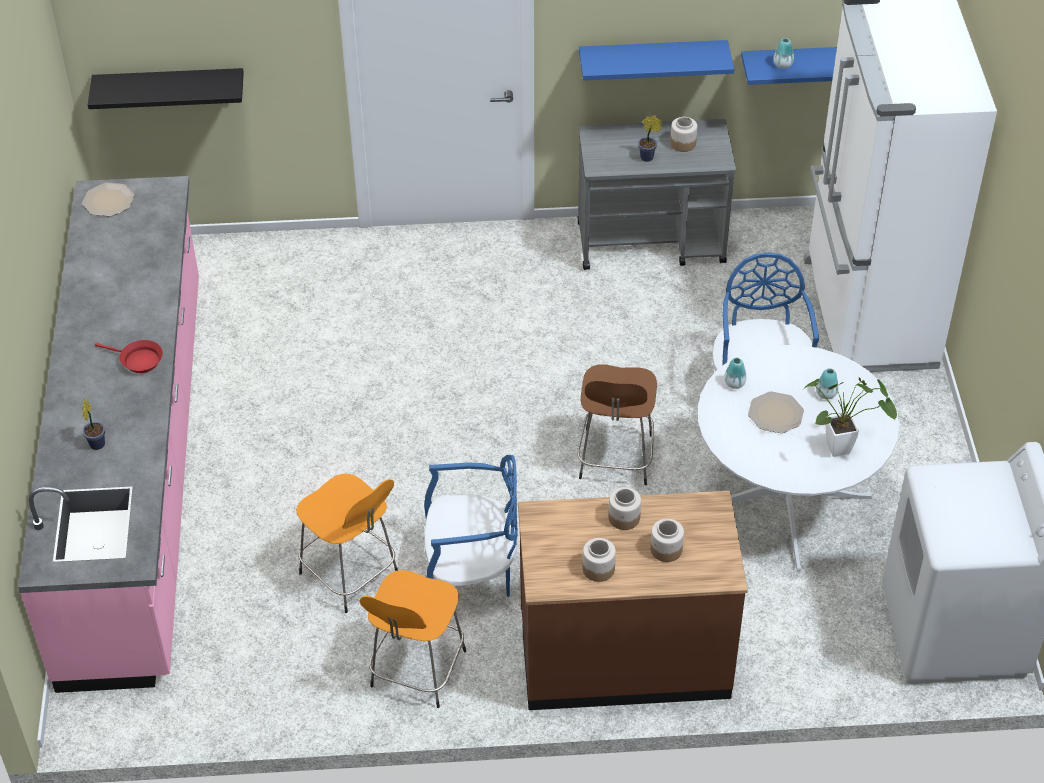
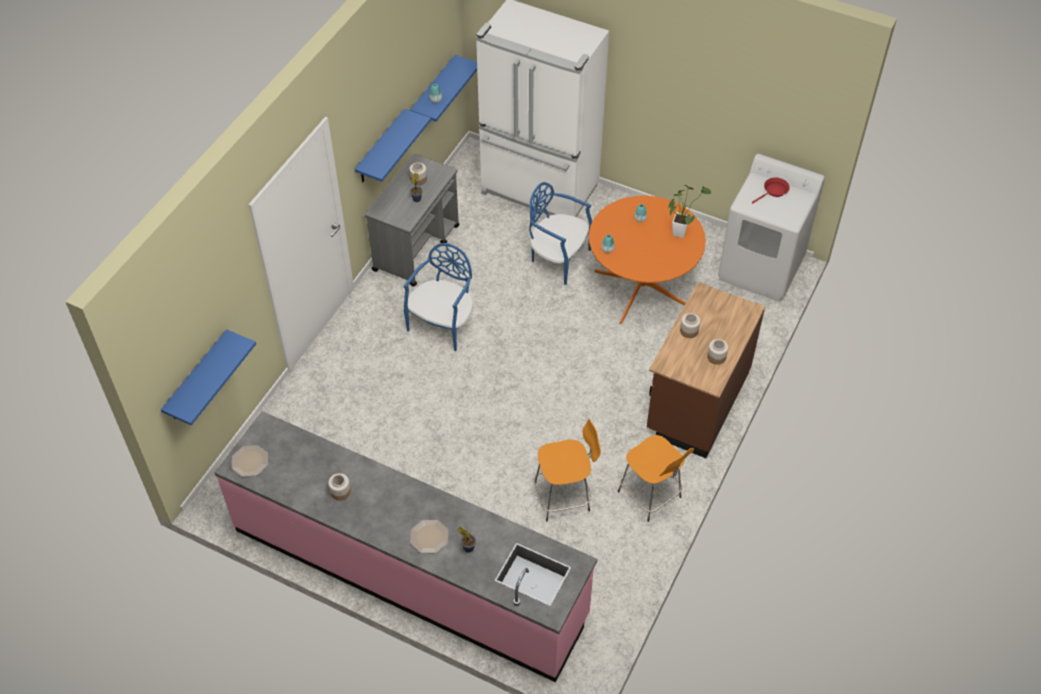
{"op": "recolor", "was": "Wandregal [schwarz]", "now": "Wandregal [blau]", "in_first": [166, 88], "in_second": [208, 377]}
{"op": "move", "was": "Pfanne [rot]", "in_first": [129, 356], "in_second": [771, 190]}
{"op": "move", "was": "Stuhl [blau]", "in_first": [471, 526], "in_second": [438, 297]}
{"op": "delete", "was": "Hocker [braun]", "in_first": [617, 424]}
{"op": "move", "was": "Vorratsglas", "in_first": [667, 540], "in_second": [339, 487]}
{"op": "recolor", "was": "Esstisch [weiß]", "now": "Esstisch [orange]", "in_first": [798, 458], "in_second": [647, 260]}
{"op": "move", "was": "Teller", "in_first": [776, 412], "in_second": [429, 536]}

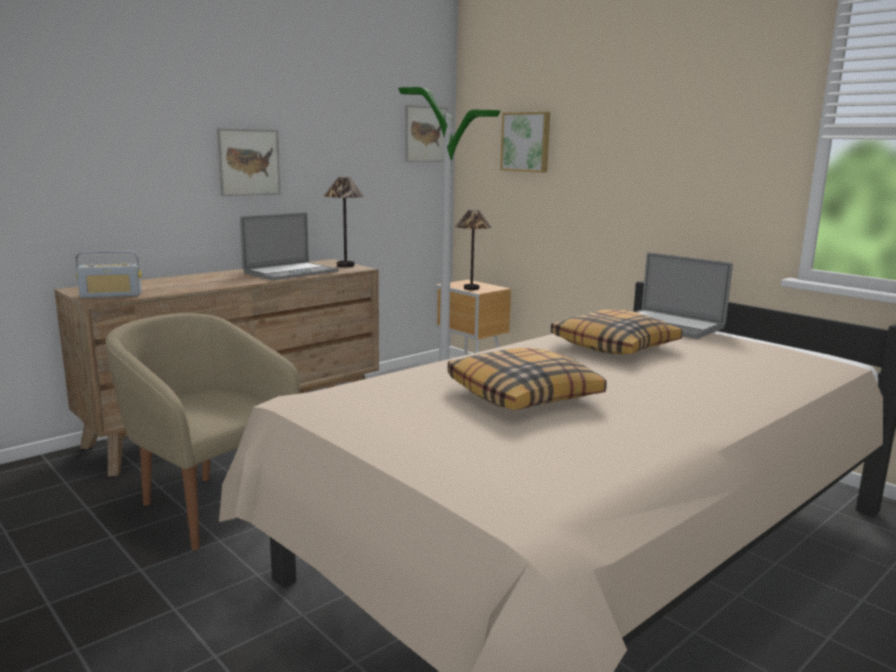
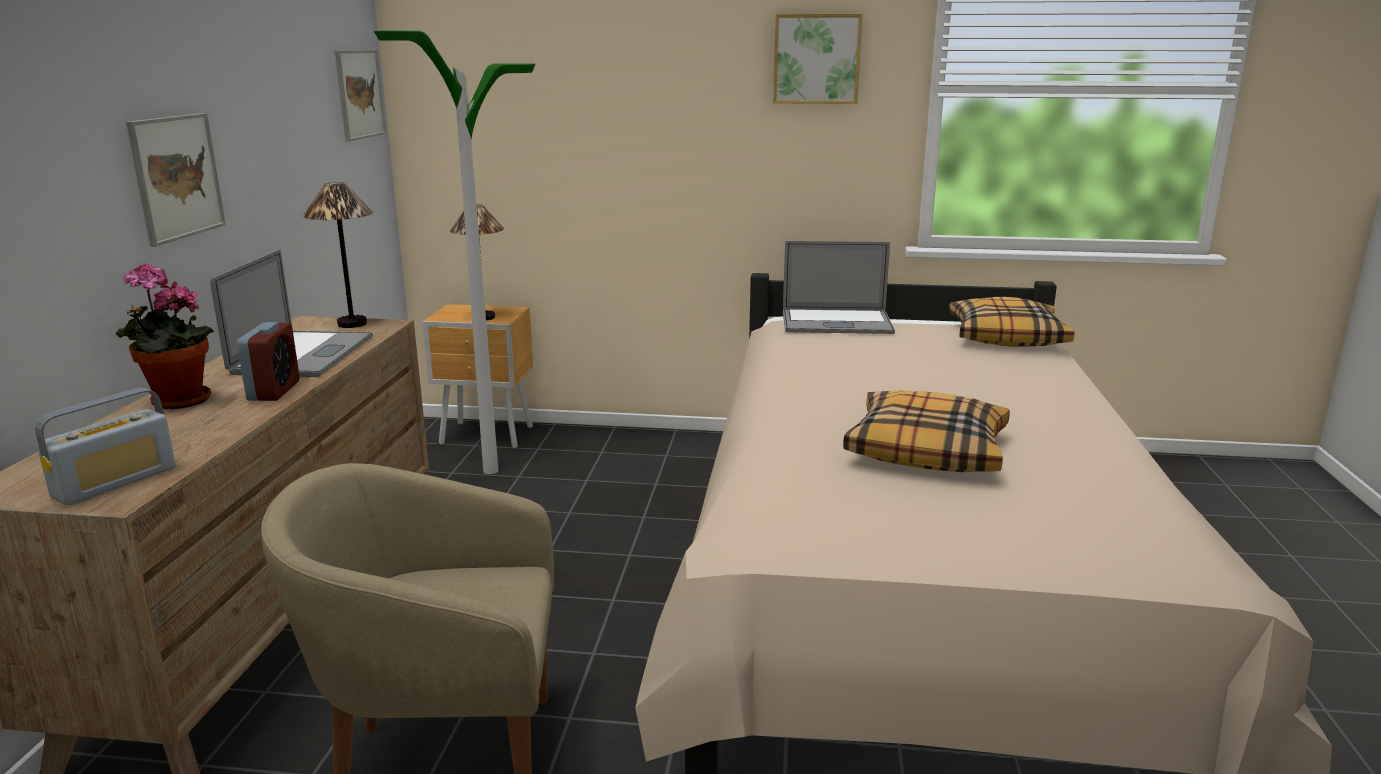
{"op": "move", "was": "Bild", "in_first": [525, 142], "in_second": [818, 59]}
{"op": "move", "was": "Kissen", "in_first": [617, 332], "in_second": [1012, 322]}
{"op": "insert", "now": "Topfpflanze", "in_second": [165, 336]}
{"op": "insert", "now": "Wecker", "in_second": [268, 361]}

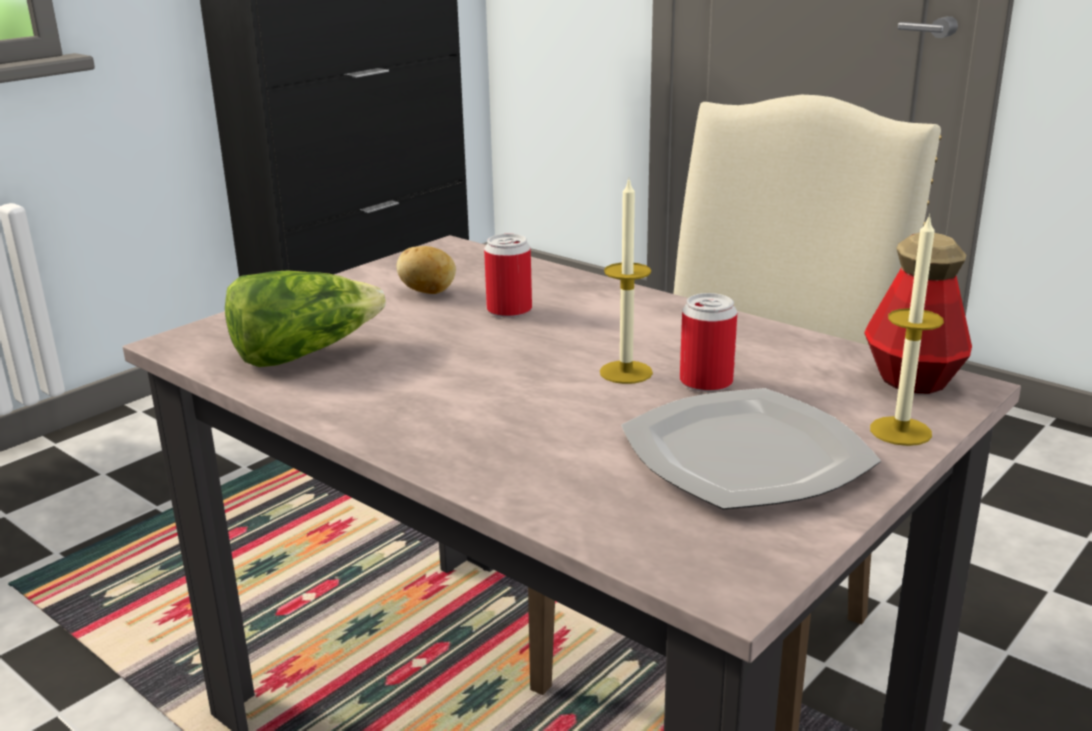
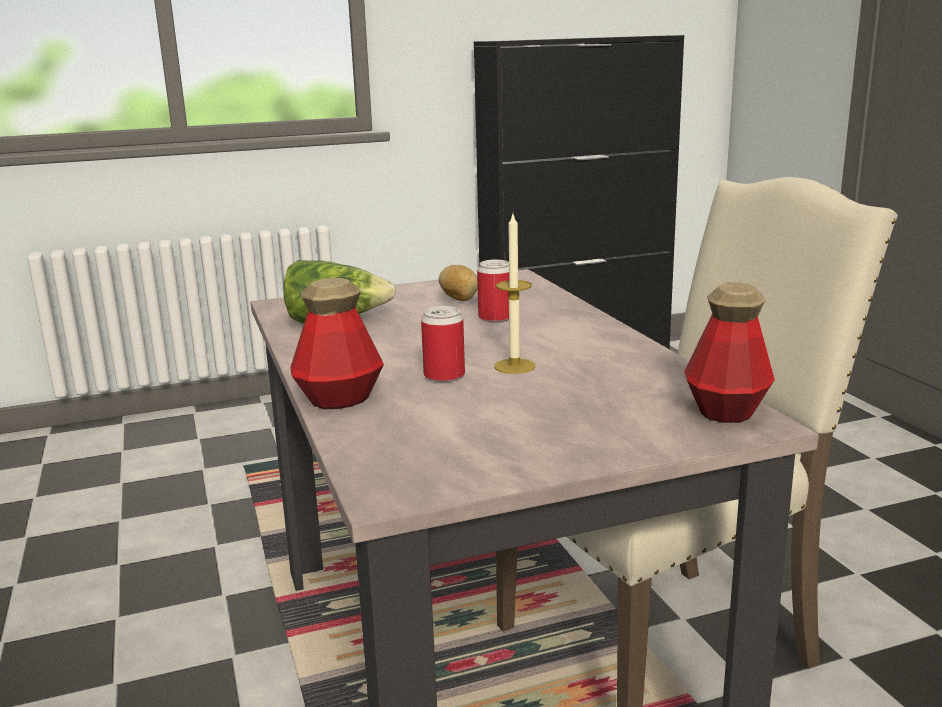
{"op": "delete", "was": "Teller", "in_first": [751, 449]}
{"op": "move", "was": "Dose", "in_first": [708, 342], "in_second": [443, 344]}
{"op": "delete", "was": "Kerze", "in_first": [907, 330]}
{"op": "insert", "now": "Flasche", "in_second": [337, 343]}

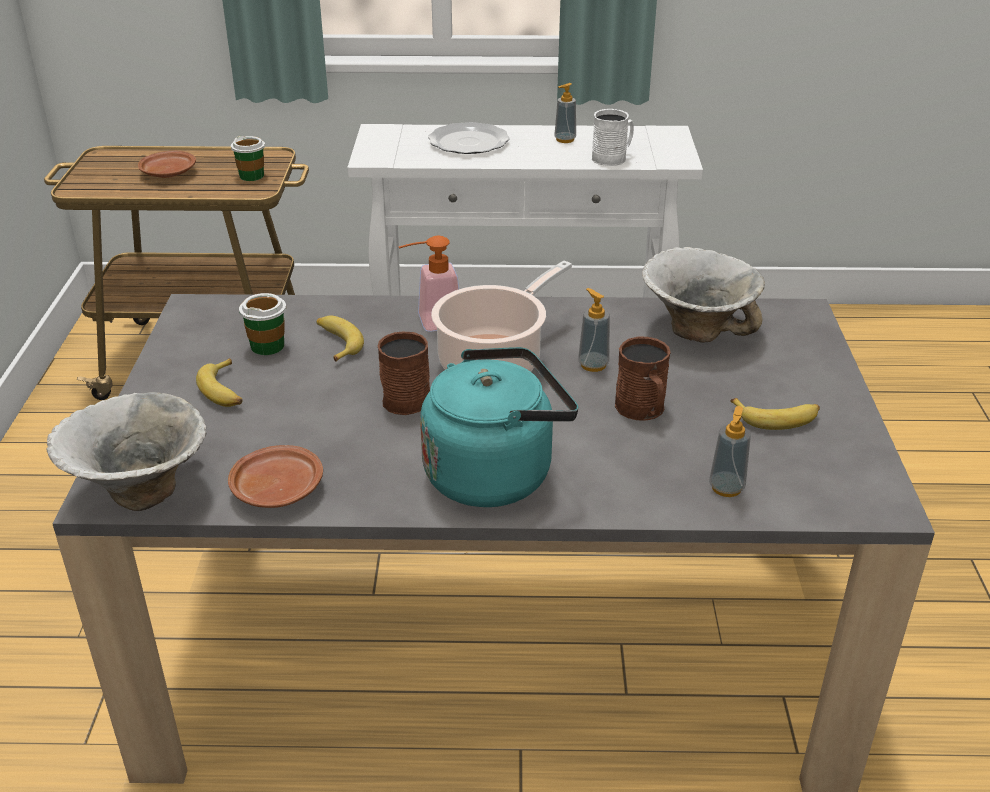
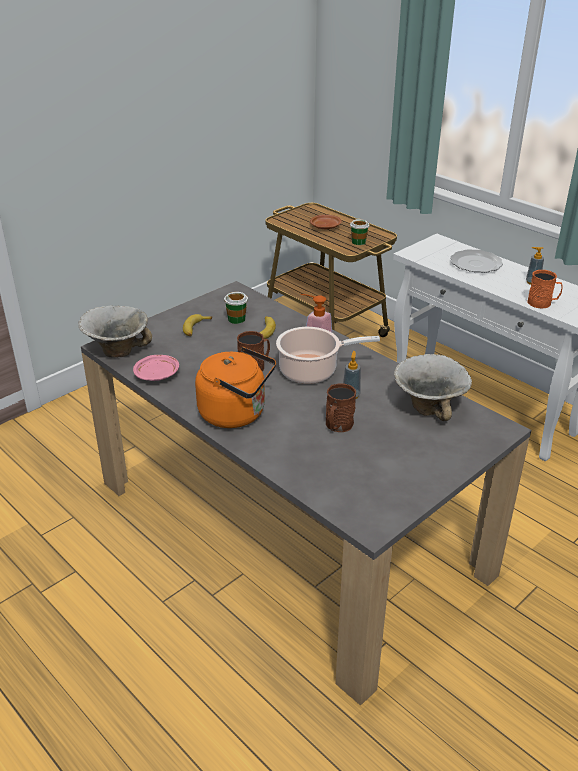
{"op": "recolor", "was": "Teller [braun]", "now": "Teller [rosa]", "in_first": [275, 476], "in_second": [156, 368]}
{"op": "recolor", "was": "Wasserkessel [türkis]", "now": "Wasserkessel [orange]", "in_first": [499, 427], "in_second": [235, 387]}
{"op": "recolor", "was": "Henkelbecher [weiß]", "now": "Henkelbecher [orange]", "in_first": [613, 137], "in_second": [545, 289]}
{"op": "delete", "was": "Seifenspender", "in_first": [730, 451]}
{"op": "delete", "was": "Banane", "in_first": [775, 414]}

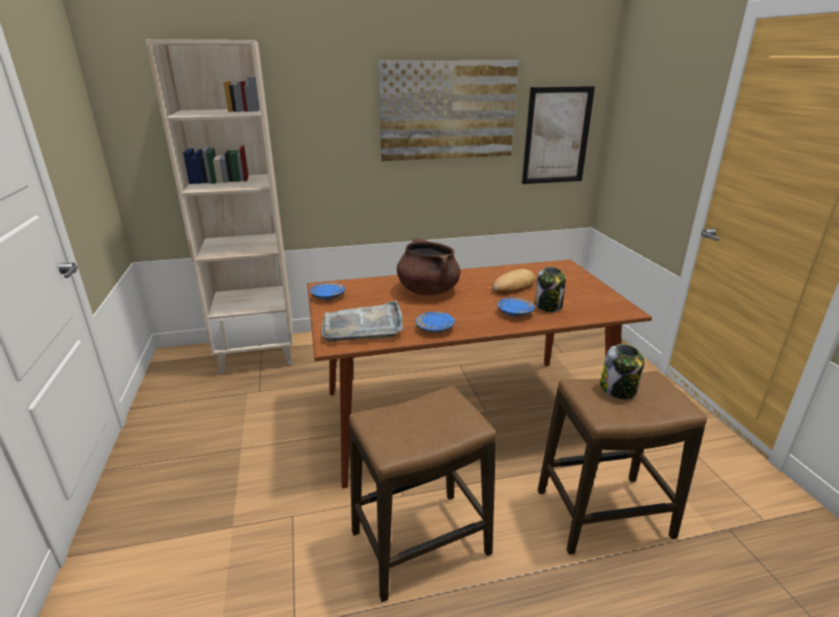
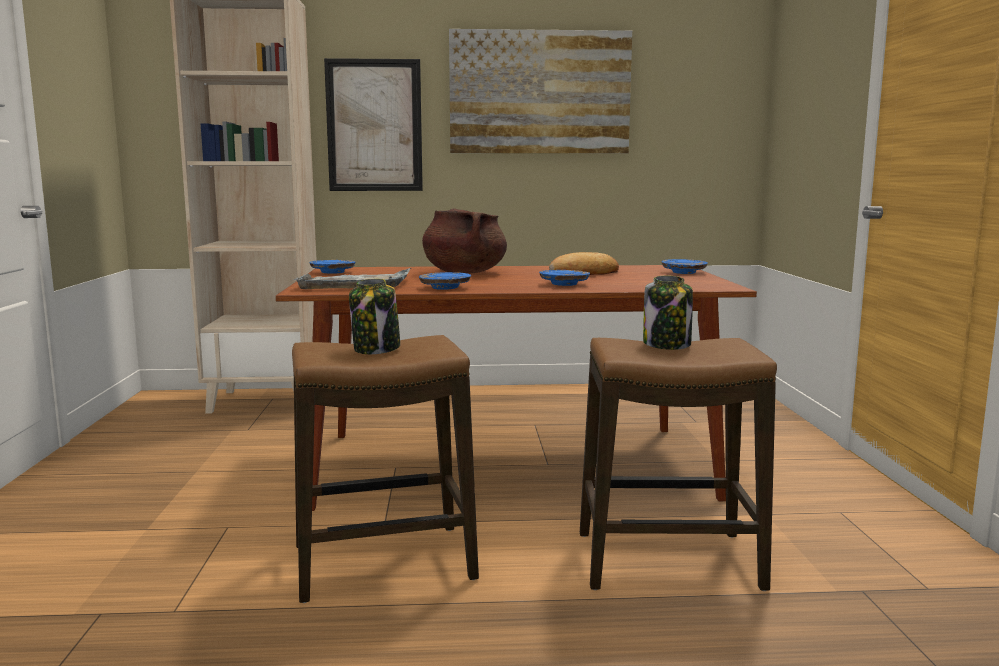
{"op": "move", "was": "Bild", "in_first": [558, 135], "in_second": [373, 124]}
{"op": "move", "was": "Vorratsglas", "in_first": [550, 289], "in_second": [374, 316]}
{"op": "insert", "now": "Teller [blau]", "in_second": [685, 266]}

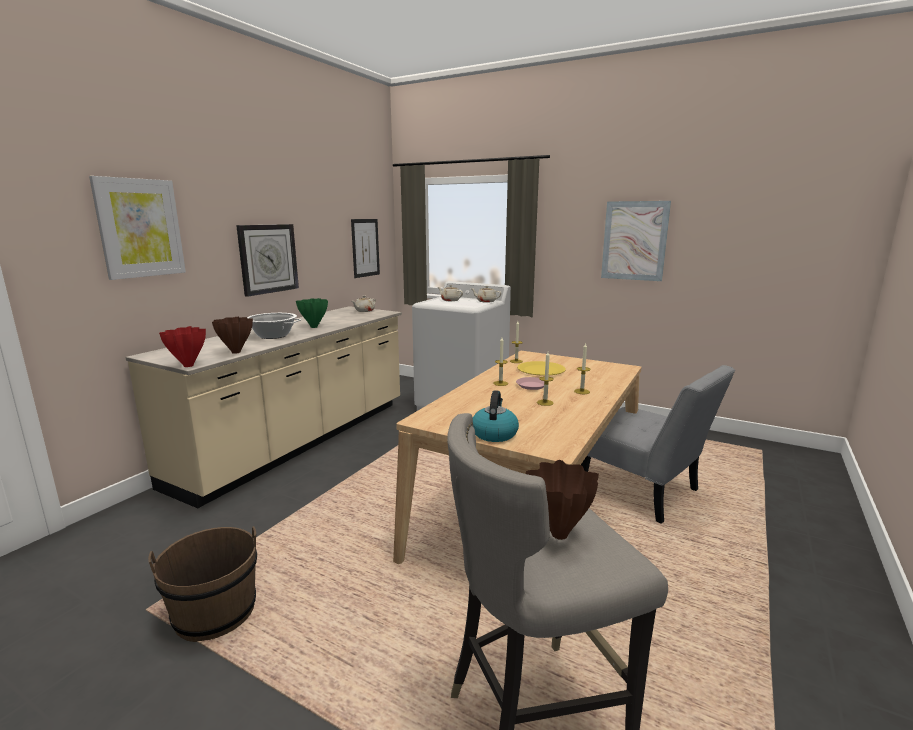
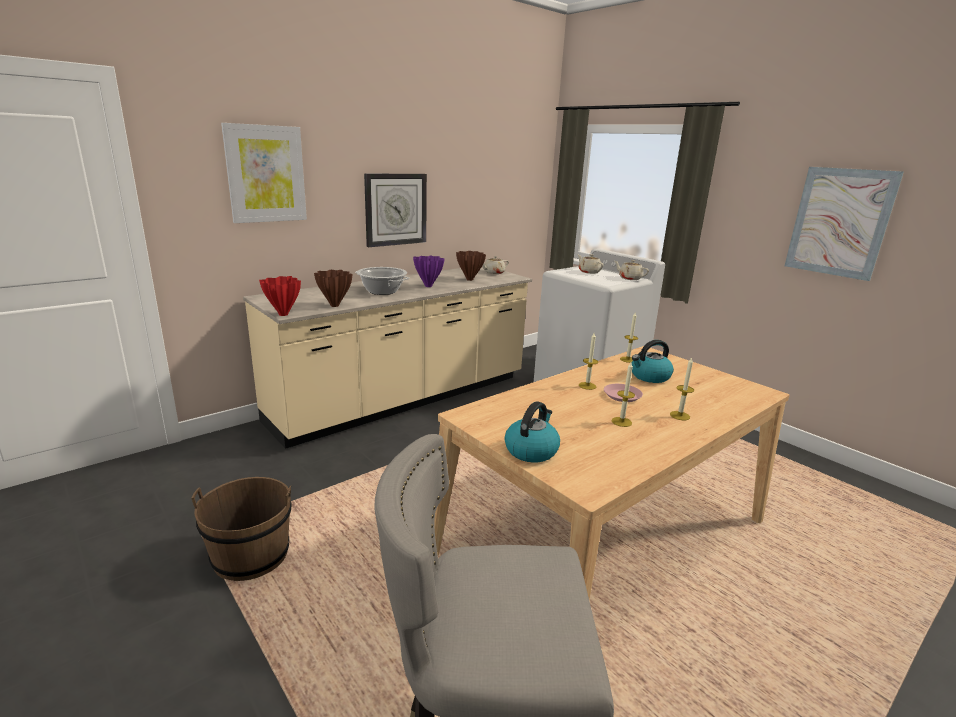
{"op": "recolor", "was": "Vase [grün]", "now": "Vase [lila]", "in_first": [312, 313], "in_second": [429, 271]}
{"op": "delete", "was": "Bild", "in_first": [365, 248]}
{"op": "replace", "was": "Teller [gelb]", "now": "Wasserkessel", "in_first": [541, 368], "in_second": [653, 361]}
{"op": "move", "was": "Vase [braun]", "in_first": [562, 500], "in_second": [471, 266]}
{"op": "delete", "was": "Stuhl [grau]", "in_first": [658, 444]}

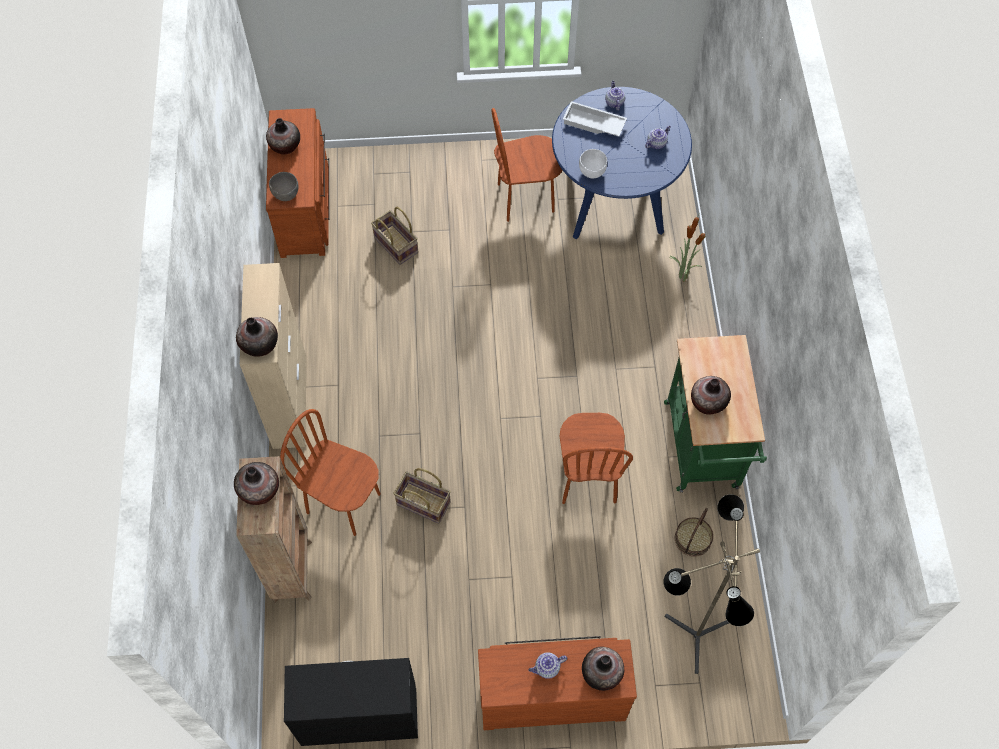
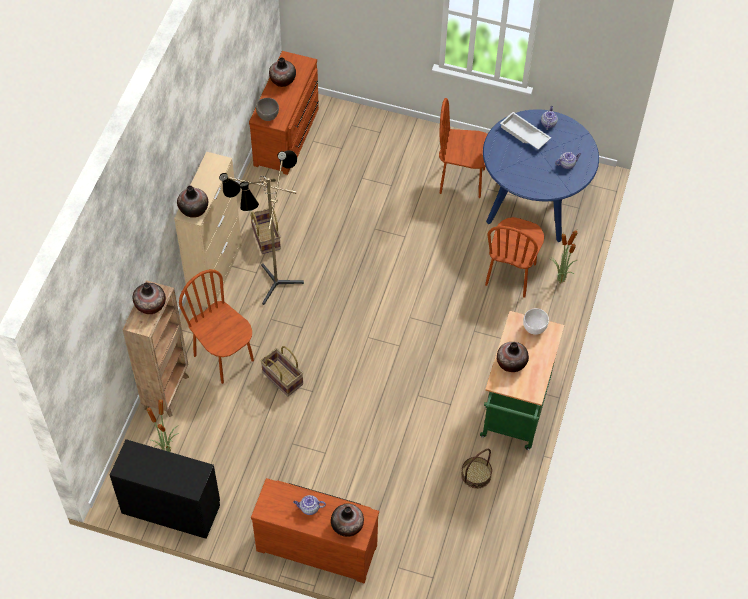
{"op": "move", "was": "Korb", "in_first": [394, 236], "in_second": [265, 230]}
{"op": "move", "was": "Stuhl [braun]", "in_first": [596, 458], "in_second": [514, 257]}
{"op": "move", "was": "Schüssel [weiß]", "in_first": [593, 163], "in_second": [536, 321]}
{"op": "move", "was": "Stehlampe", "in_first": [712, 584], "in_second": [261, 227]}
{"op": "insert", "now": "Topfpflanze", "in_second": [163, 424]}

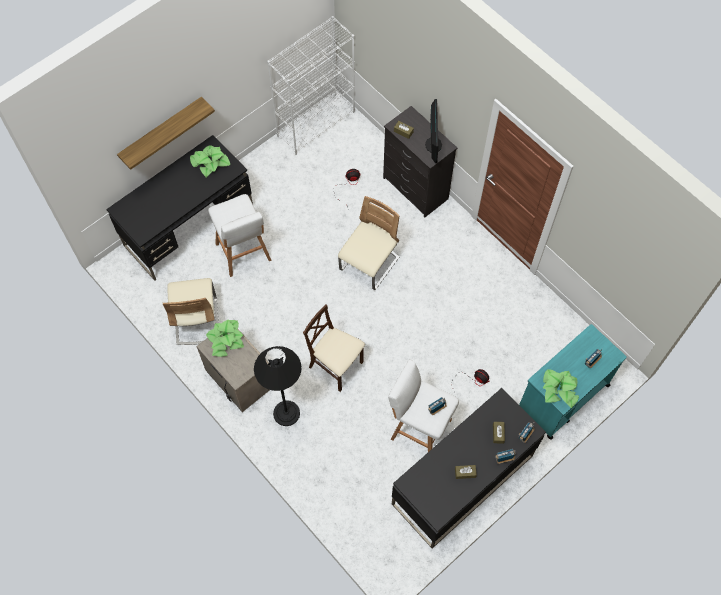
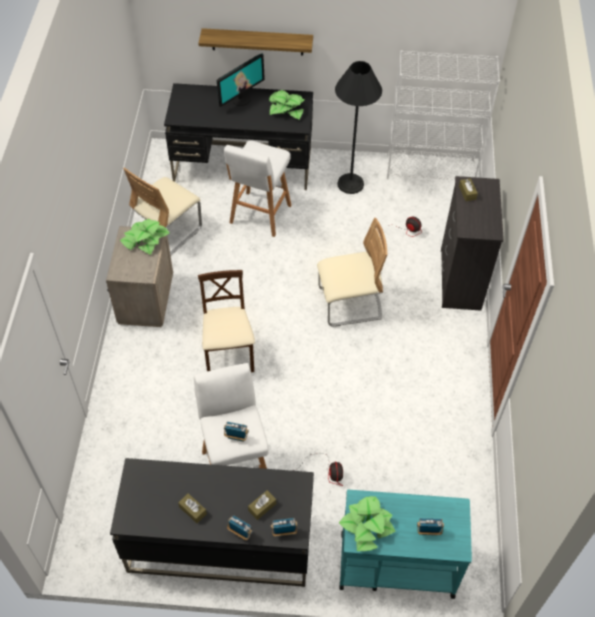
{"op": "move", "was": "Stehlampe [schwarz]", "in_first": [277, 386], "in_second": [358, 127]}
{"op": "move", "was": "Monitor", "in_first": [433, 131], "in_second": [241, 80]}

